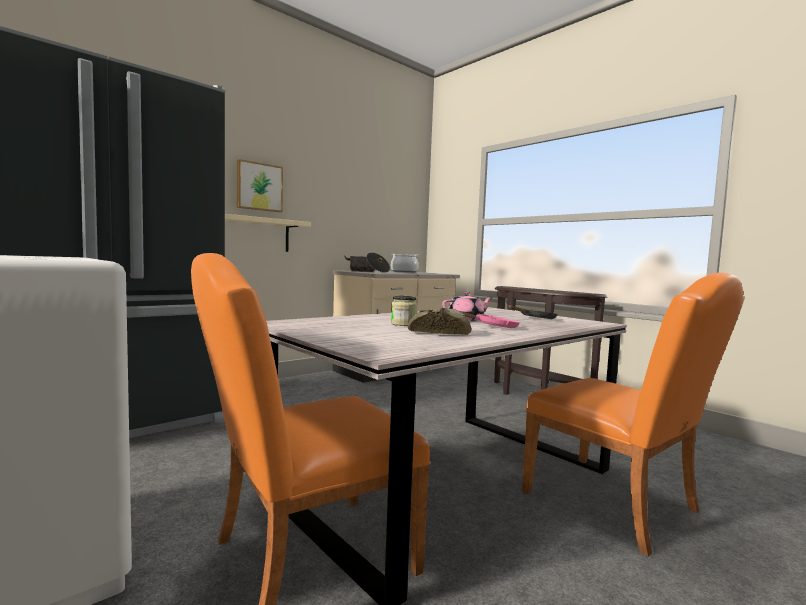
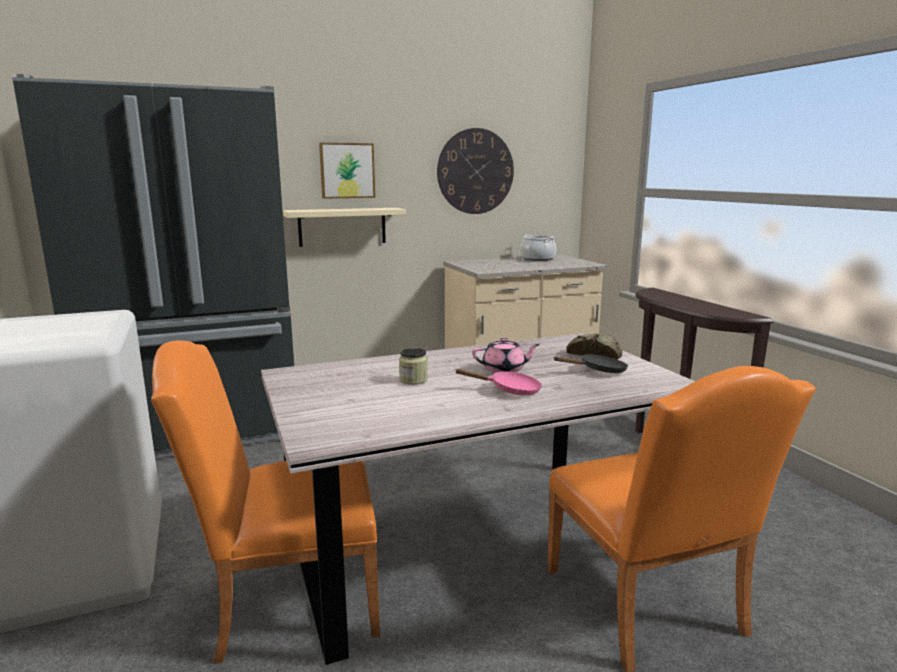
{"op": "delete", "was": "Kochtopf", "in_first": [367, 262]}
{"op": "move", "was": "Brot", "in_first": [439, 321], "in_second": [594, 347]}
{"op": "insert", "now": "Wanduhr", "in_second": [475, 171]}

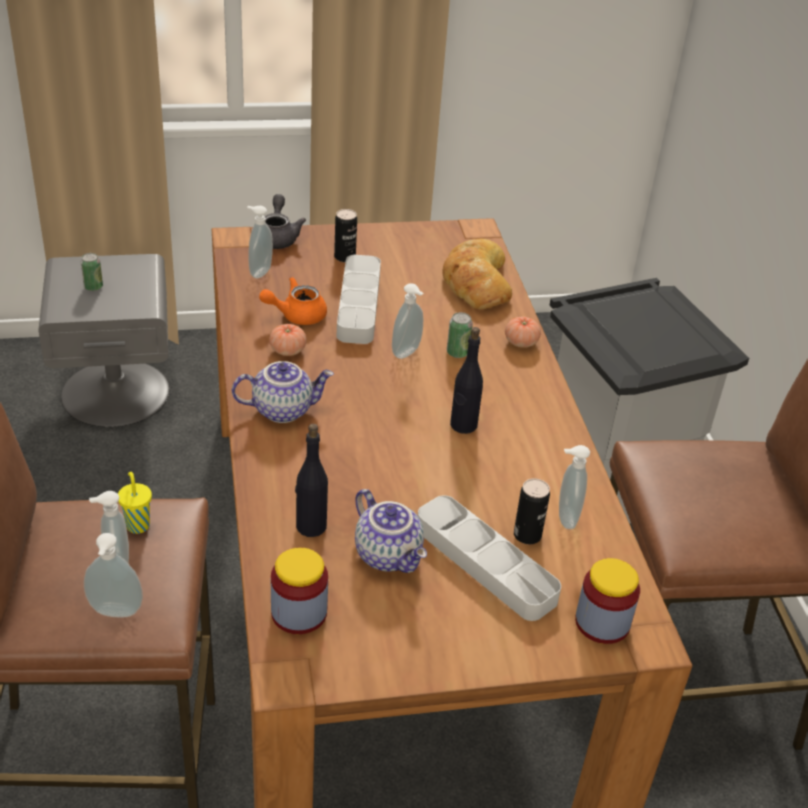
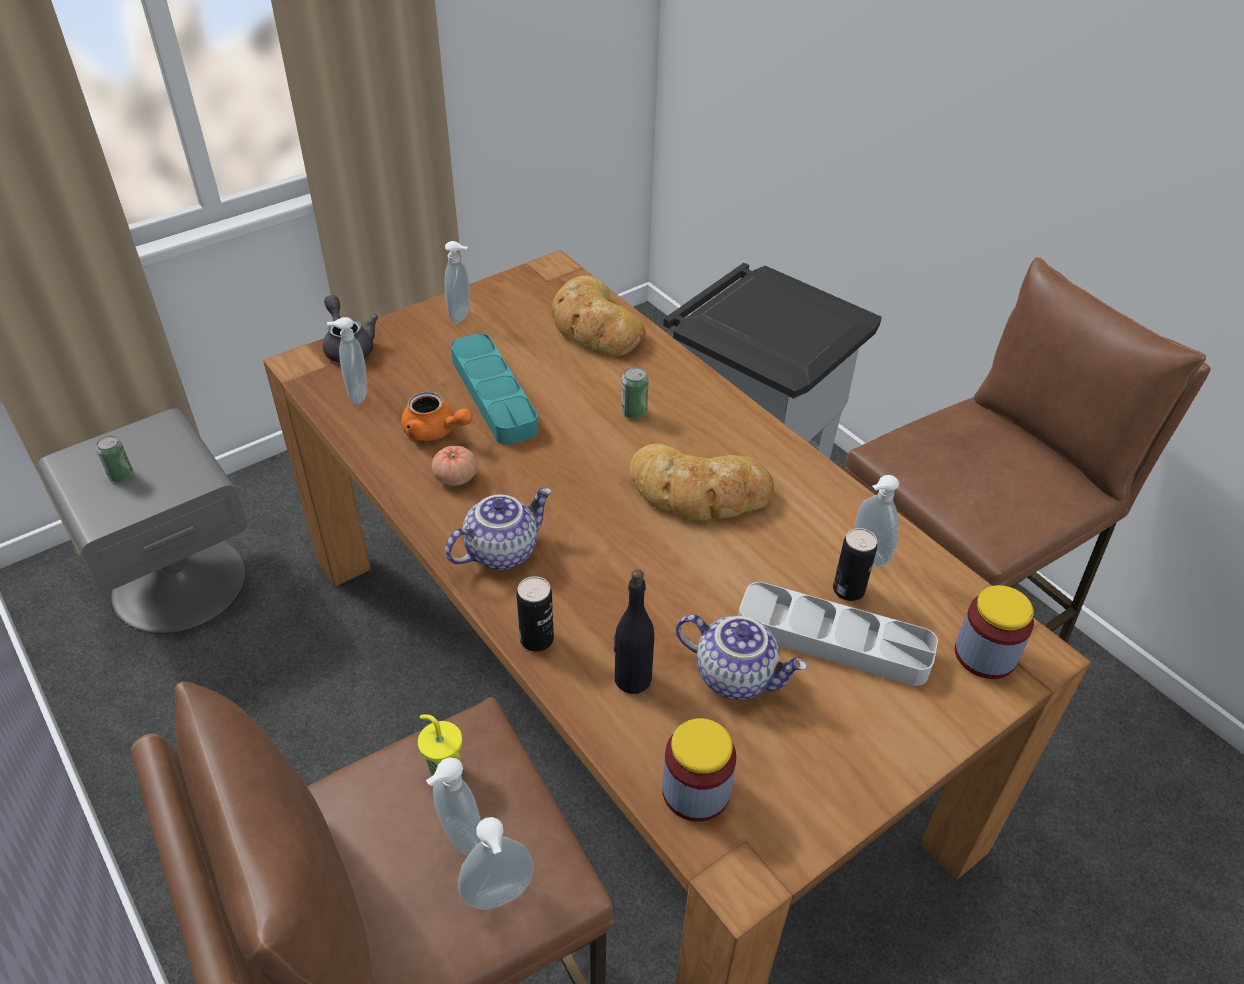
{"op": "rotate", "was": "Teekanne [orange]", "in_first": [293, 301], "in_second": [437, 416], "clockwise": -105}
{"op": "move", "was": "Dose", "in_first": [345, 235], "in_second": [535, 614]}
{"op": "recolor", "was": "Tablett [grau]", "now": "Tablett [türkis]", "in_first": [358, 299], "in_second": [494, 389]}
{"op": "move", "was": "Seifenspender", "in_first": [408, 321], "in_second": [457, 282]}
{"op": "replace", "was": "Flasche [schwarz]", "now": "Brot", "in_first": [466, 380], "in_second": [702, 482]}
{"op": "delete", "was": "Tomate", "in_first": [523, 332]}

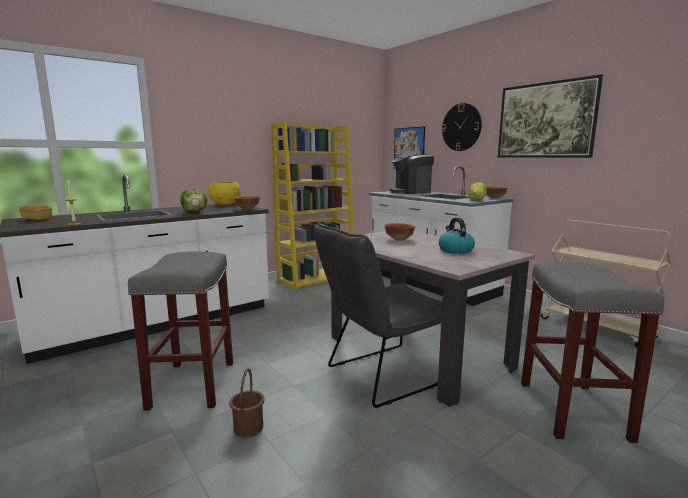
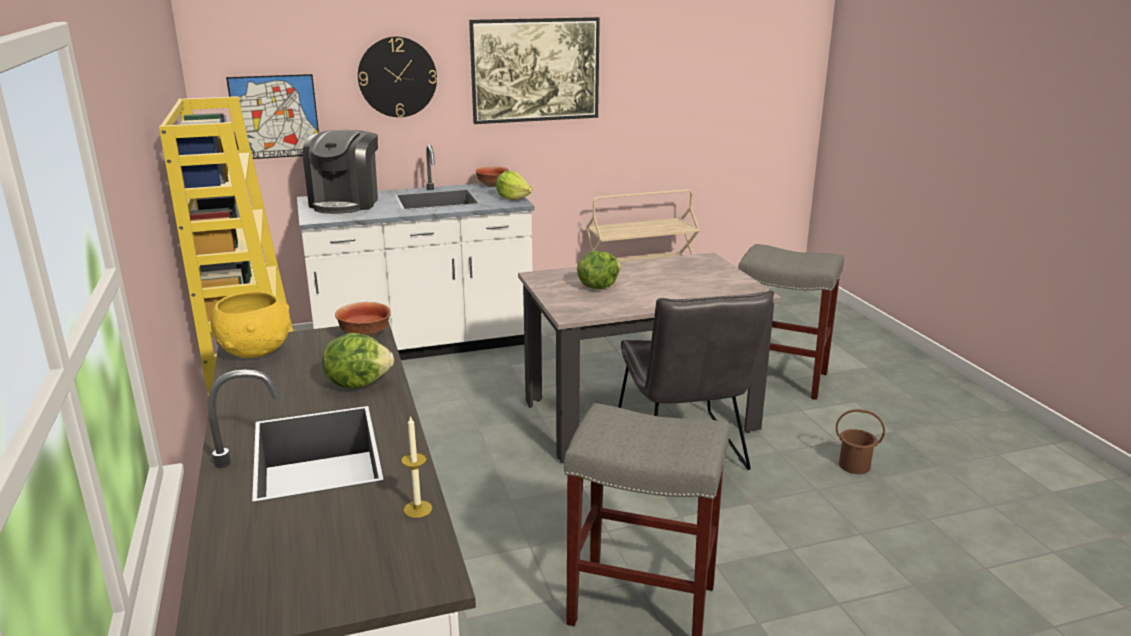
{"op": "delete", "was": "Brot", "in_first": [35, 212]}
{"op": "move", "was": "Eimer [braun]", "in_first": [247, 402], "in_second": [860, 441]}
{"op": "replace", "was": "Schüssel", "now": "Salatkopf", "in_first": [400, 232], "in_second": [599, 270]}
{"op": "delete", "was": "Wasserkessel", "in_first": [457, 235]}

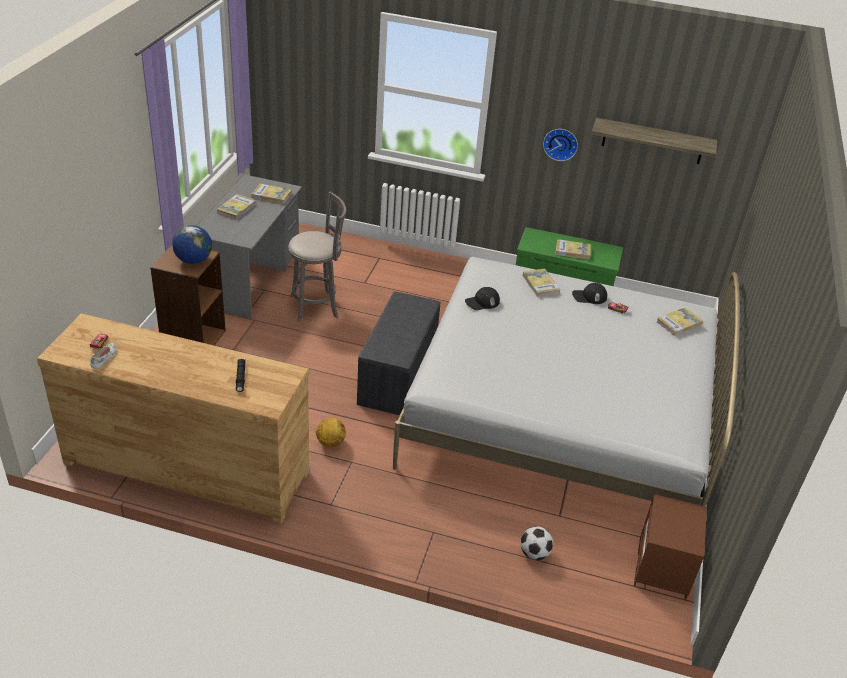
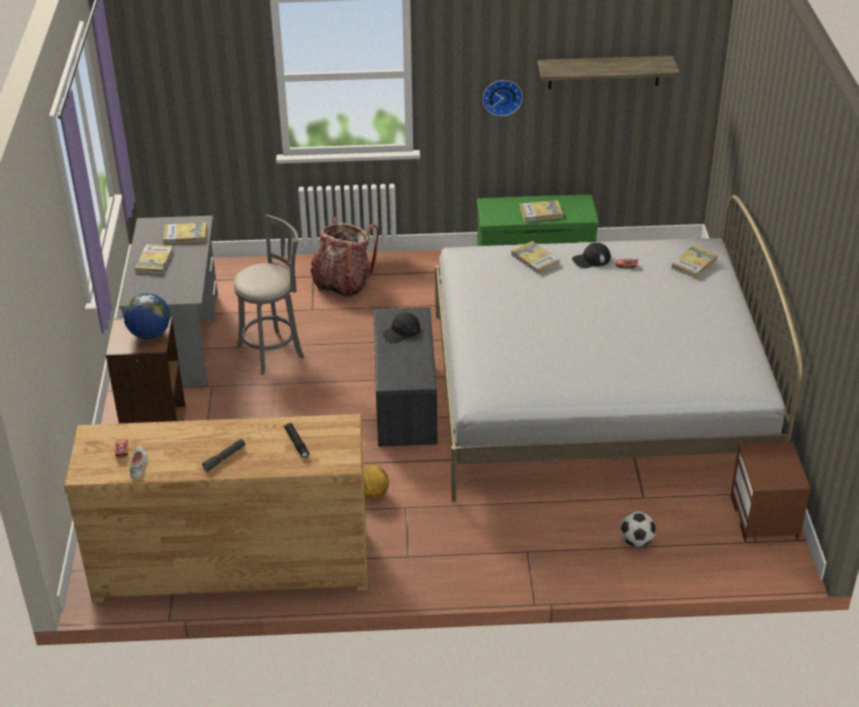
{"op": "move", "was": "Kappe [schwarz]", "in_first": [482, 298], "in_second": [401, 327]}
{"op": "insert", "now": "Taschenlampe [grau]", "in_second": [223, 455]}
{"op": "insert", "now": "Rucksack", "in_second": [345, 257]}

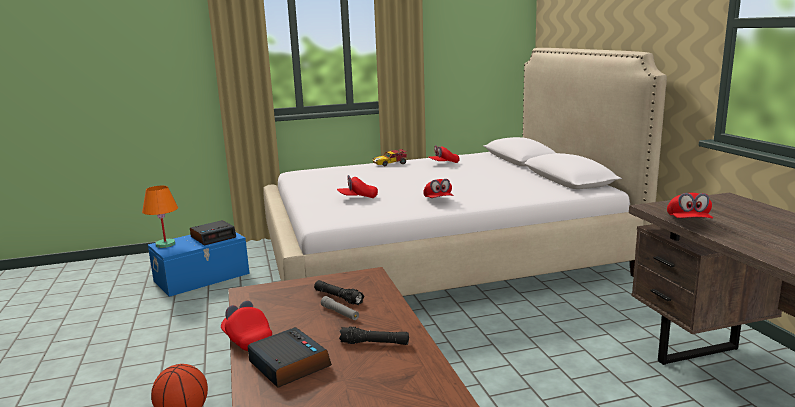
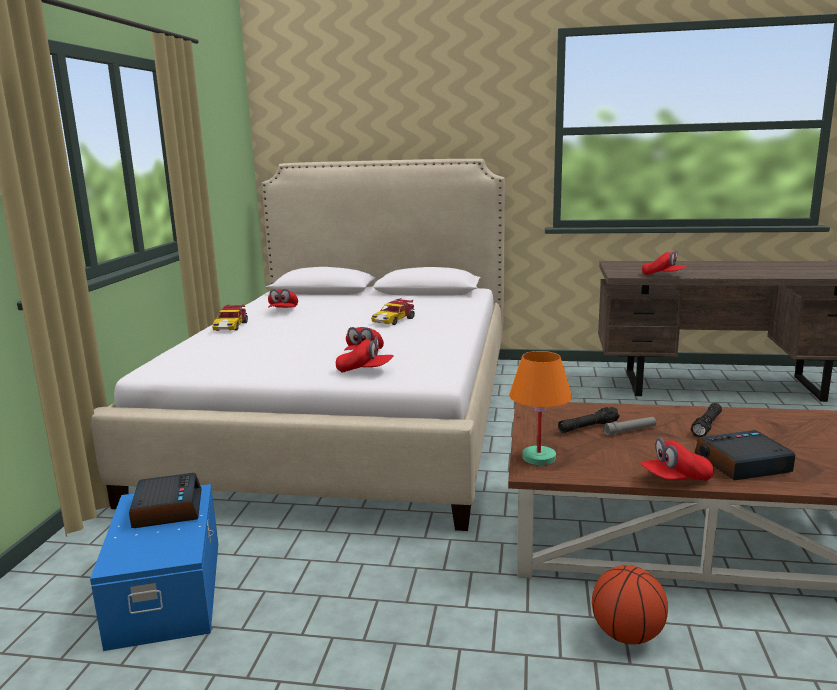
{"op": "move", "was": "Tischlampe [orange]", "in_first": [160, 217], "in_second": [540, 408]}
{"op": "move", "was": "Kappe [rot]", "in_first": [438, 188], "in_second": [365, 354]}
{"op": "insert", "now": "Spielzeugauto", "in_second": [393, 311]}

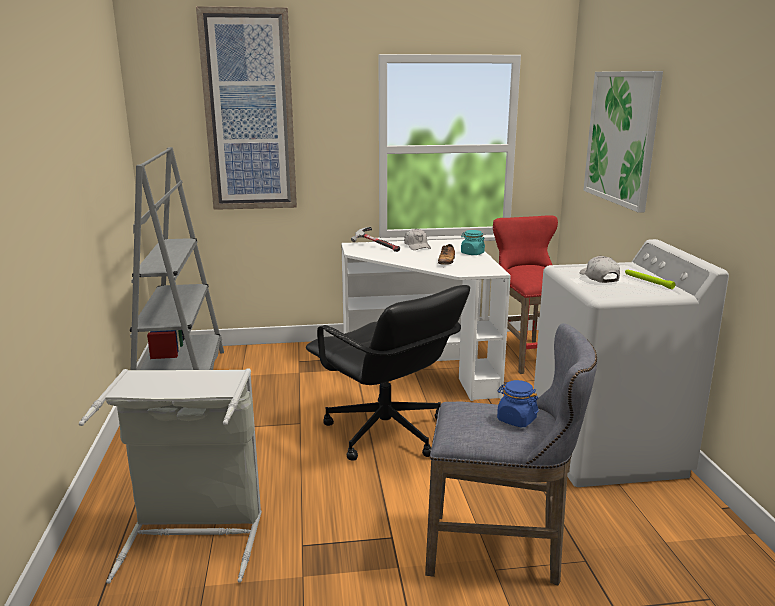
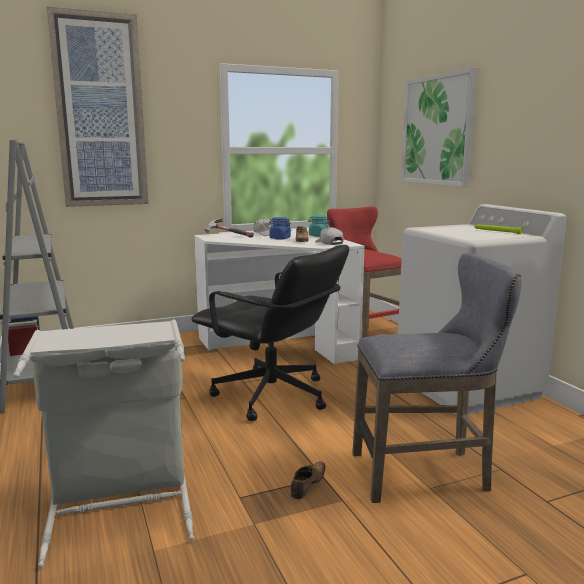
{"op": "move", "was": "Vorratsglas [blau]", "in_first": [518, 403], "in_second": [280, 228]}
{"op": "move", "was": "Kappe [weiß]", "in_first": [600, 269], "in_second": [329, 236]}
{"op": "insert", "now": "Schuh", "in_second": [308, 480]}

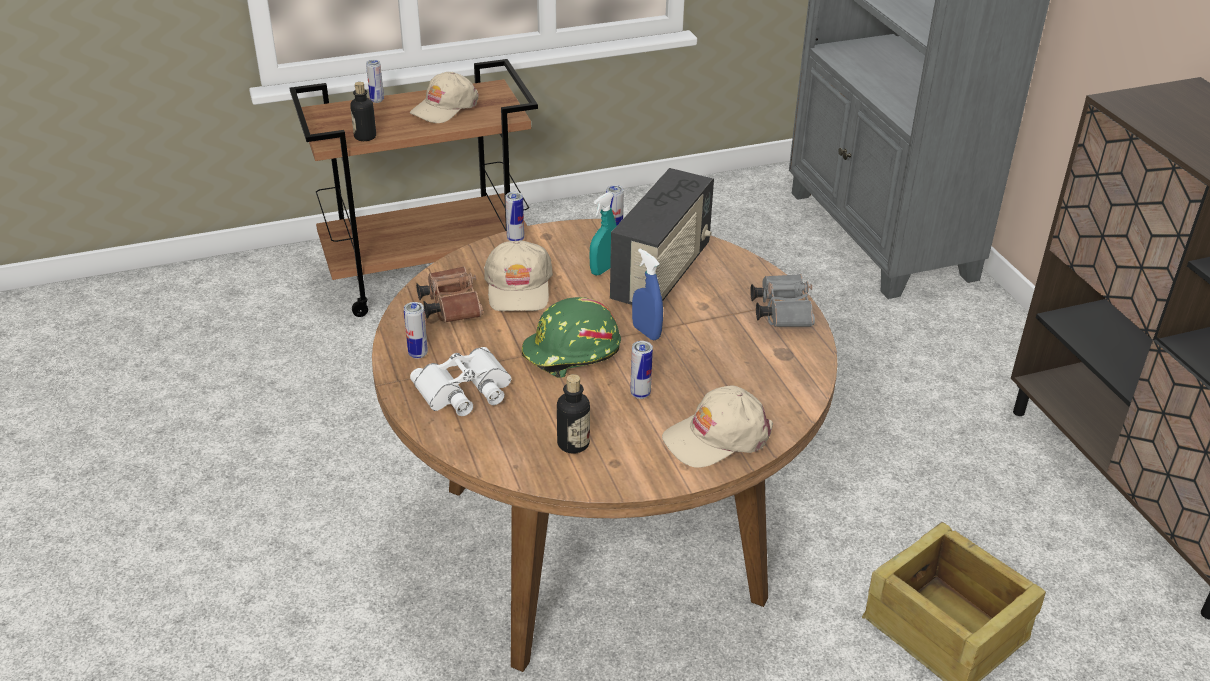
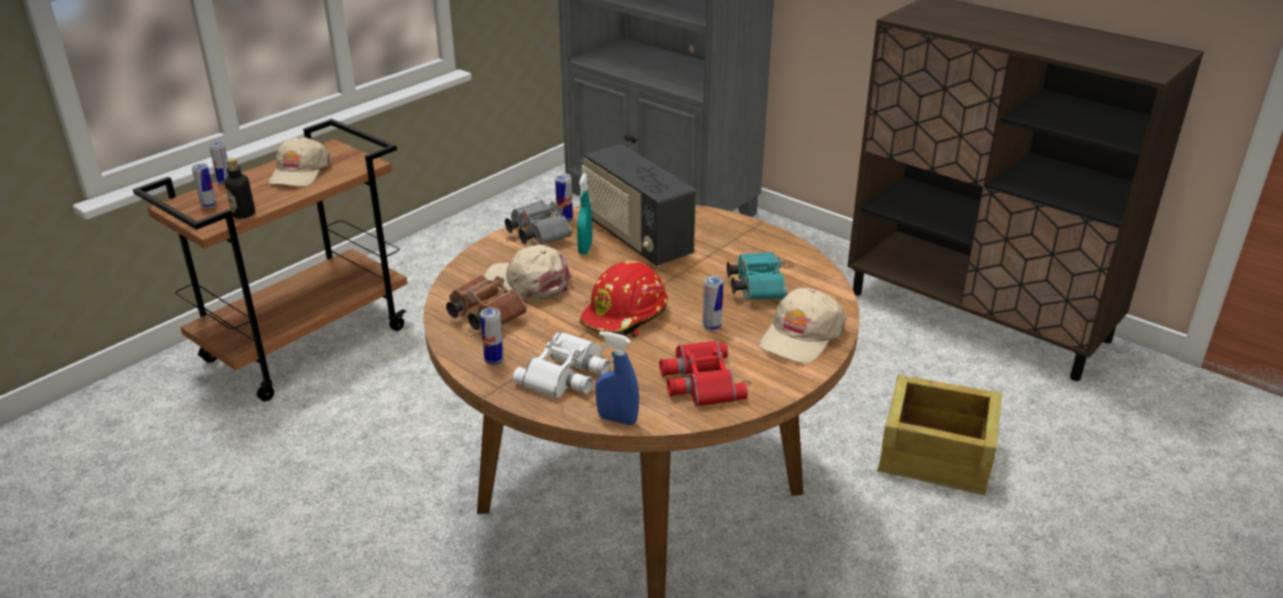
{"op": "rotate", "was": "Kappe [beige]", "in_first": [518, 276], "in_second": [528, 273], "clockwise": 150}
{"op": "move", "was": "Dose", "in_first": [514, 216], "in_second": [204, 185]}
{"op": "recolor", "was": "Schutzhelm [grün]", "now": "Schutzhelm [rot]", "in_first": [571, 337], "in_second": [623, 299]}
{"op": "replace", "was": "Flasche", "now": "Fernglas [rot]", "in_first": [573, 414], "in_second": [703, 373]}
{"op": "rotate", "was": "Radio", "in_first": [662, 236], "in_second": [638, 205], "clockwise": 150}
{"op": "move", "was": "Sprühflasche [blau]", "in_first": [647, 294], "in_second": [617, 378]}
{"op": "move", "was": "Fernglas [grau]", "in_first": [782, 300], "in_second": [538, 223]}
{"op": "insert", "now": "Fernglas [türkis]", "in_second": [757, 275]}

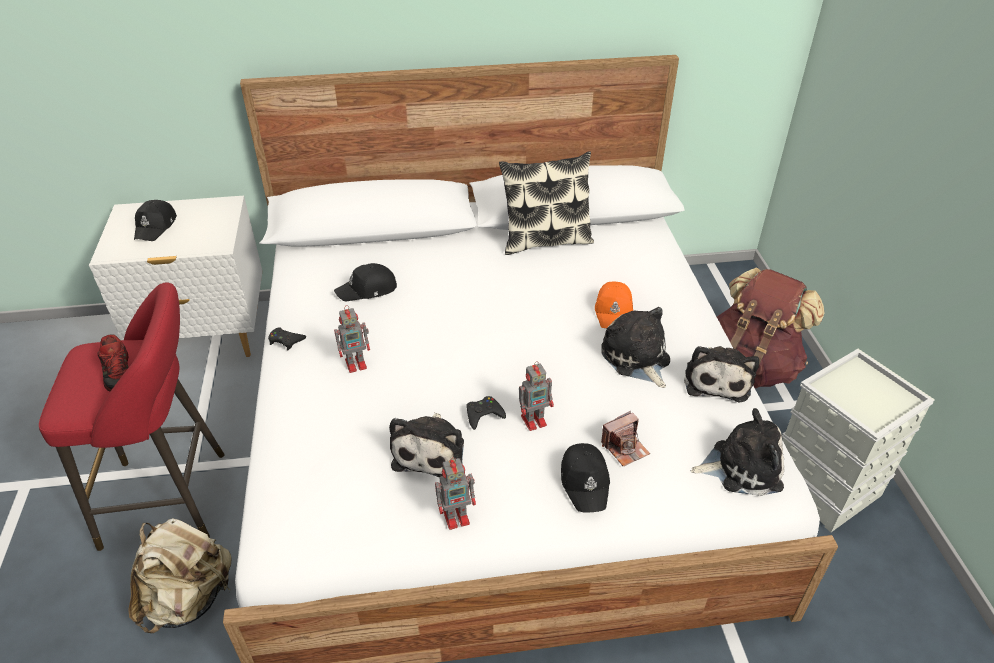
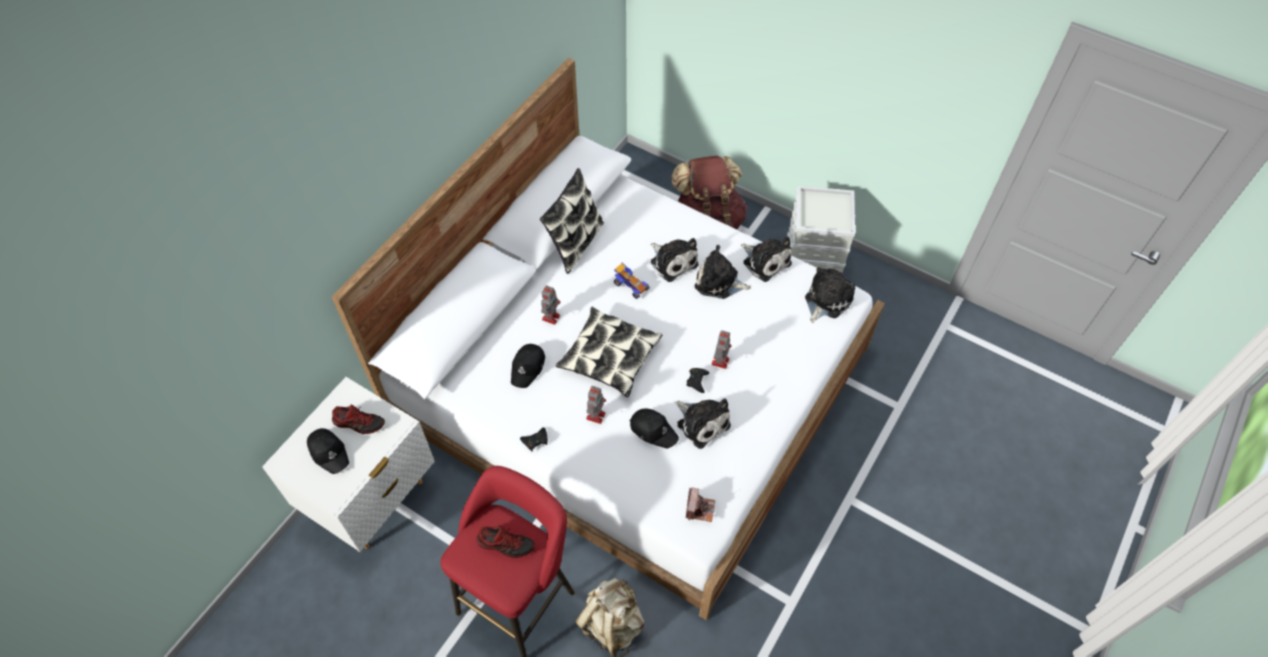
{"op": "move", "was": "Spielzeugroboter", "in_first": [455, 494], "in_second": [550, 305]}
{"op": "move", "was": "Kappe [schwarz]", "in_first": [585, 478], "in_second": [654, 428]}
{"op": "replace", "was": "Kappe [orange]", "now": "Plüschtier", "in_first": [614, 304], "in_second": [675, 260]}
{"op": "move", "was": "Kamera", "in_first": [625, 438], "in_second": [700, 504]}
{"op": "insert", "now": "Schuh", "in_second": [358, 419]}
{"op": "insert", "now": "Kissen", "in_second": [609, 352]}
{"op": "insert", "now": "Spielzeugauto", "in_second": [632, 280]}

